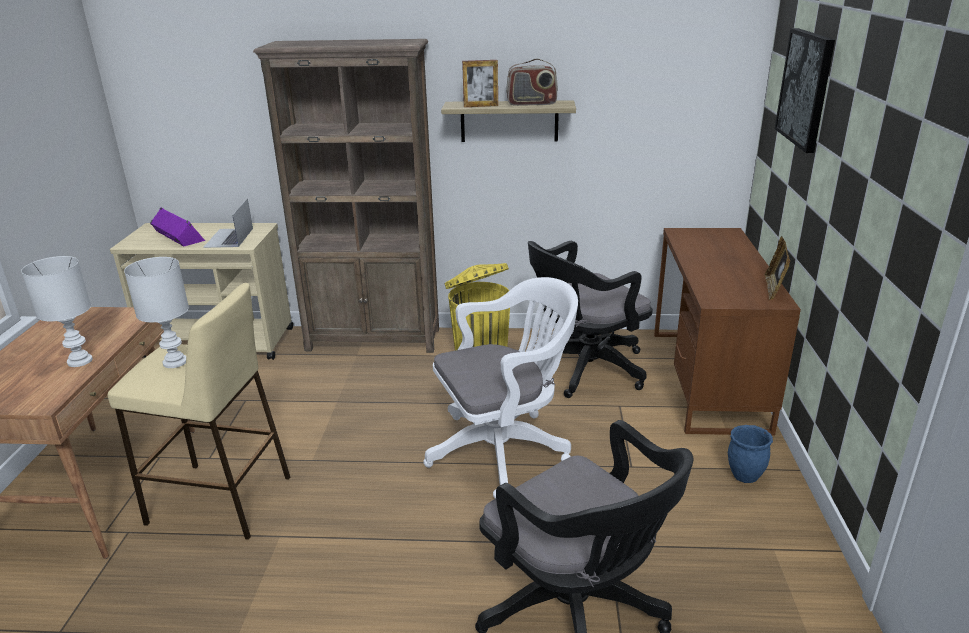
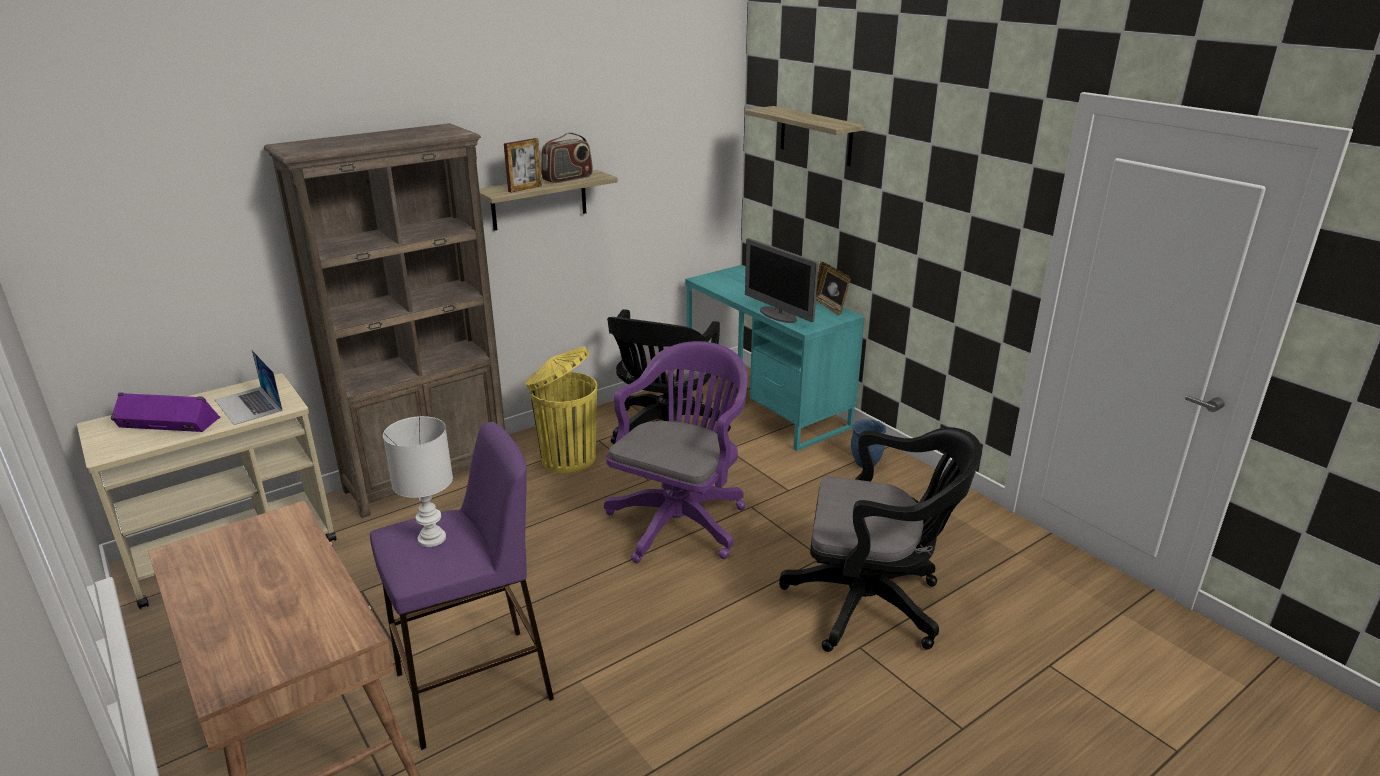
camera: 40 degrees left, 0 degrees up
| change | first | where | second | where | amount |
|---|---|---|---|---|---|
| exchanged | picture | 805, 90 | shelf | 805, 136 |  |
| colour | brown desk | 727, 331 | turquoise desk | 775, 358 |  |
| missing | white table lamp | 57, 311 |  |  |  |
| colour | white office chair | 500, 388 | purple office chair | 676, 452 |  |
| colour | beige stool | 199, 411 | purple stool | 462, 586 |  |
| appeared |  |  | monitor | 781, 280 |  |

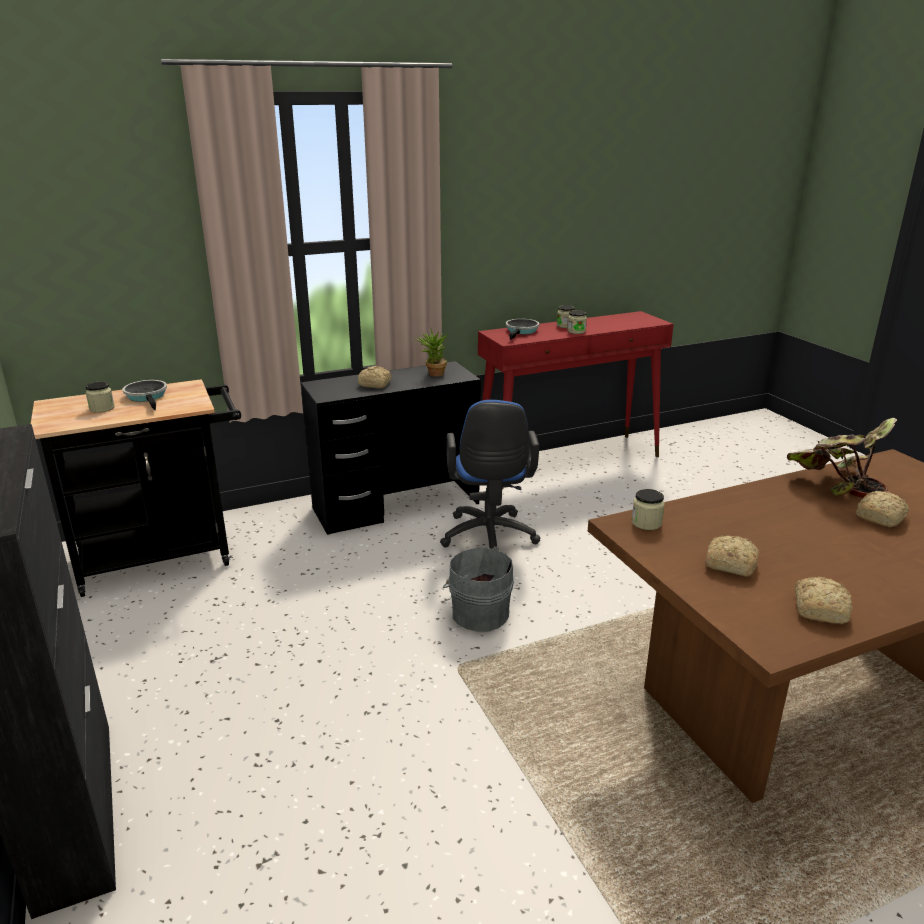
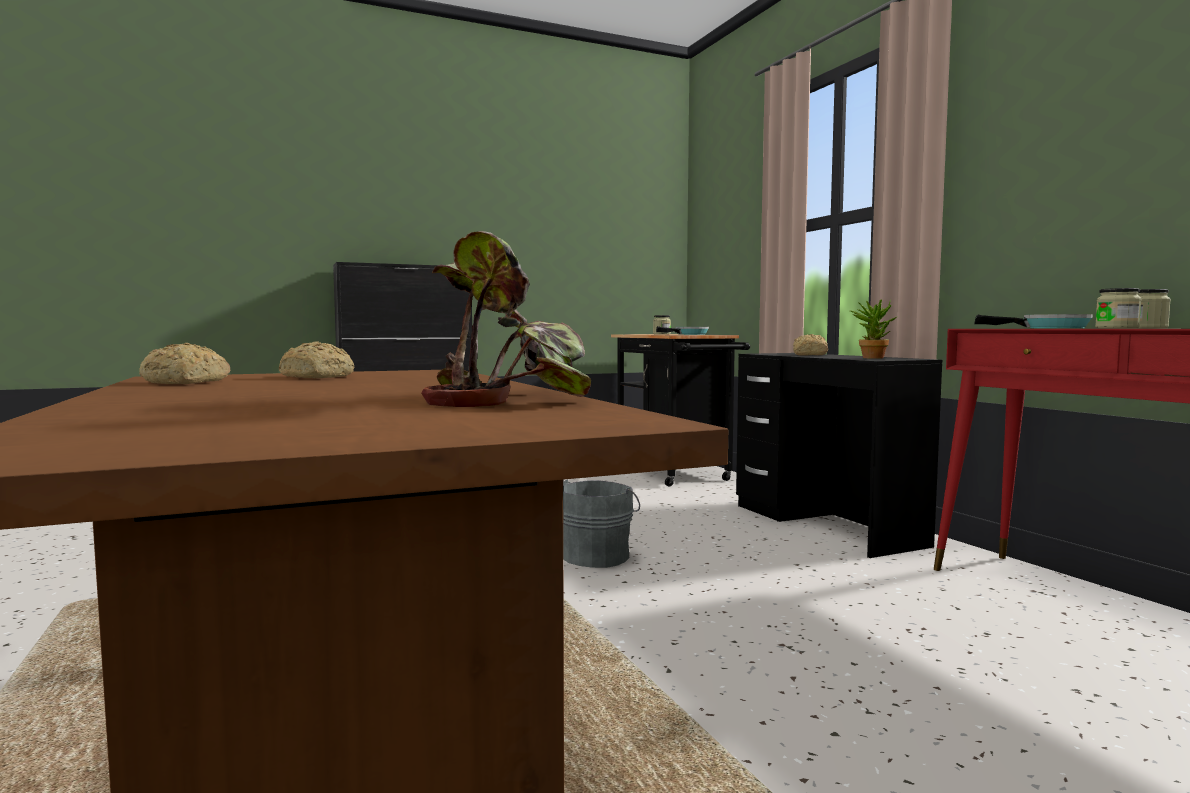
camera: 90 degrees right, 20 degrees down
| change | first | where | second | where | amount |
|---|---|---|---|---|---|
| missing | blue office chair | 490, 474 |  |  |  |
| missing | jar | 648, 509 |  |  |  |
| missing | bread | 882, 509 |  |  |  |

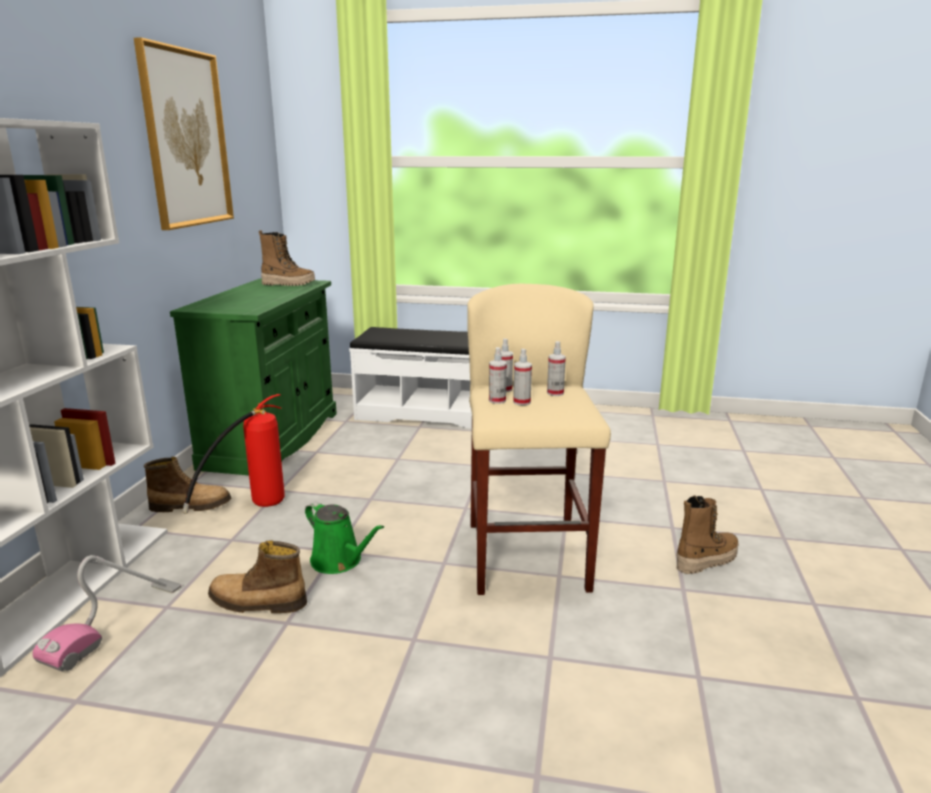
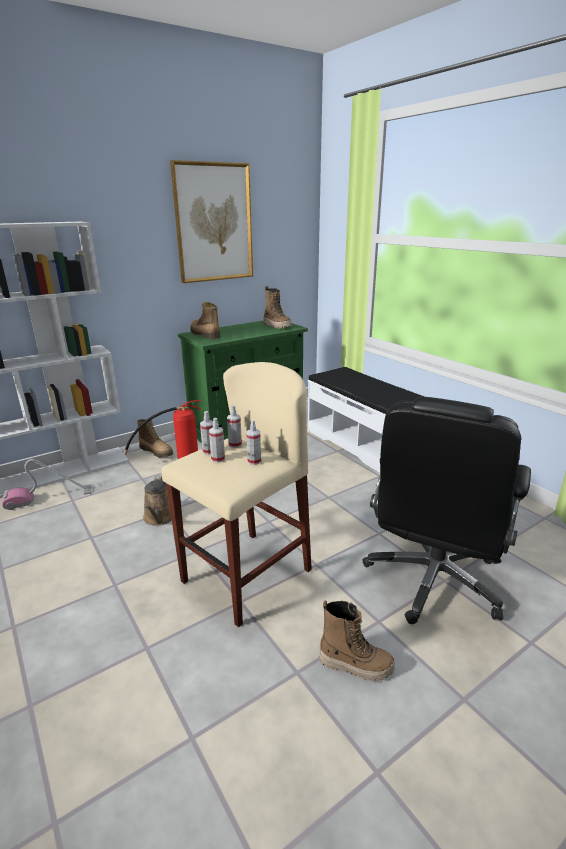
camera: 45 degrees right, 5 degrees up
| change | first | where | second | where | amount |
|---|---|---|---|---|---|
| colour | green watering can | 344, 538 | brown watering can | 157, 500 |  |
| relocated | boot | 257, 576 |  | 205, 320 |  |
| appeared |  |  | black office chair | 447, 510 |  |

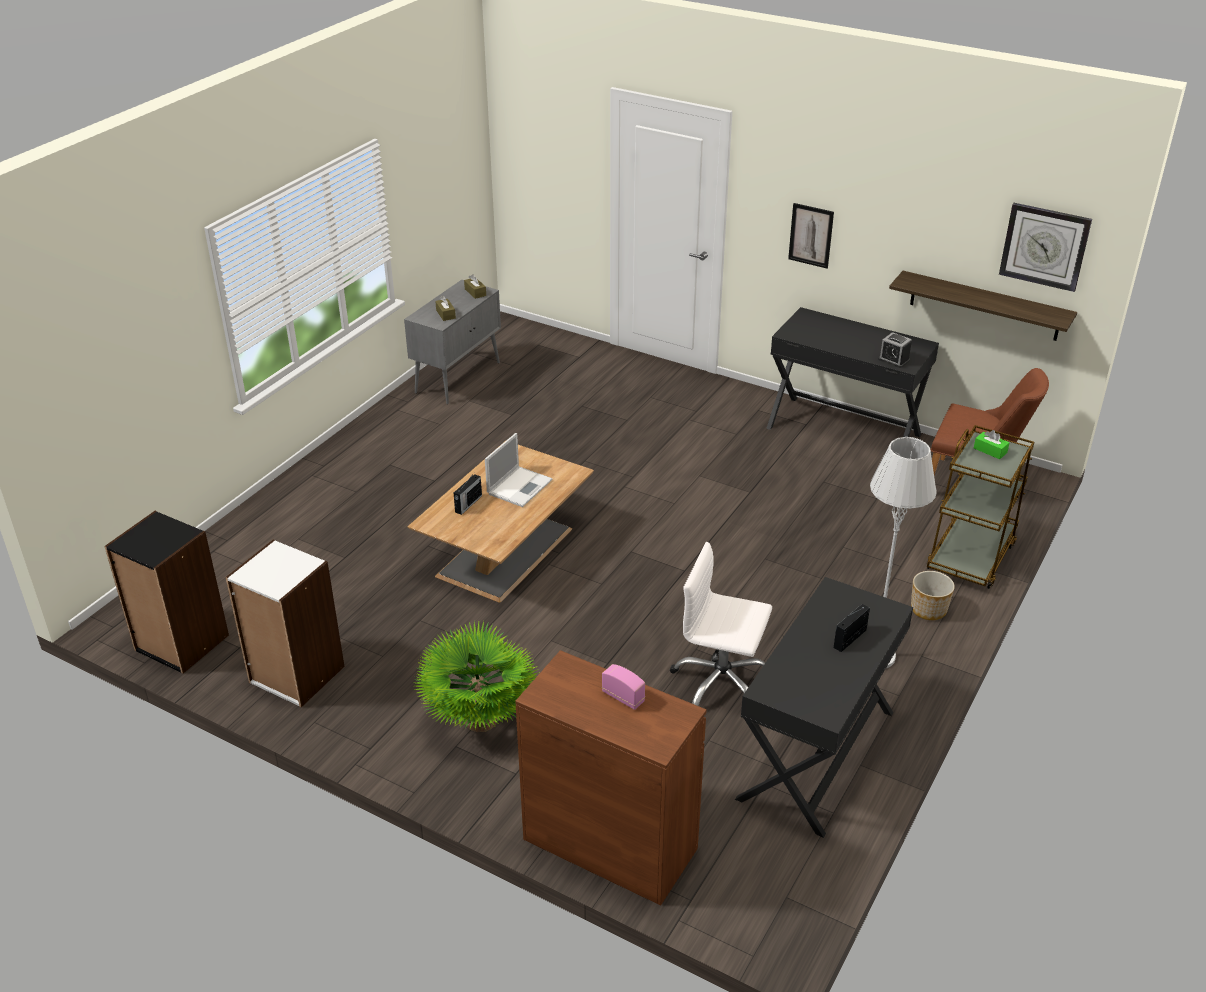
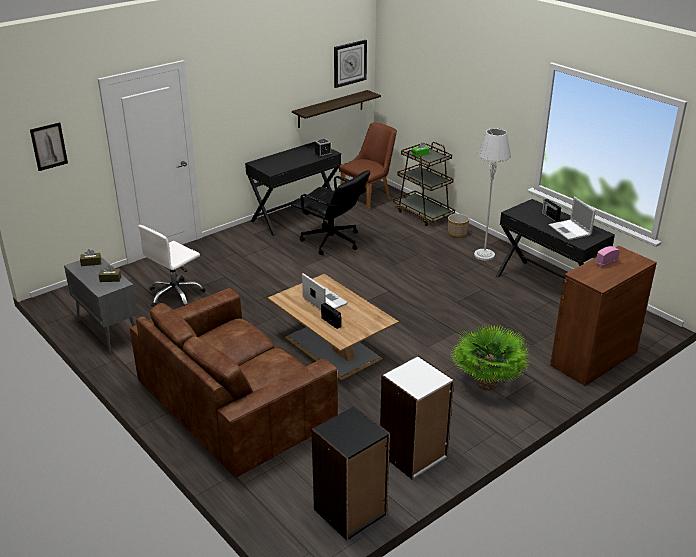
camera: 70 degrees left, 5 degrees down
| change | first | where | second | where | amount |
|---|---|---|---|---|---|
| relocated | picture | 811, 235 |  | 49, 146 |  |
| relocated | white office chair | 721, 624 |  | 172, 266 |  |
| appeared |  |  | black office chair | 330, 212 |  |
| appeared |  |  | laptop | 572, 218 |  |
| appeared |  |  | brown sofa | 234, 383 |  |

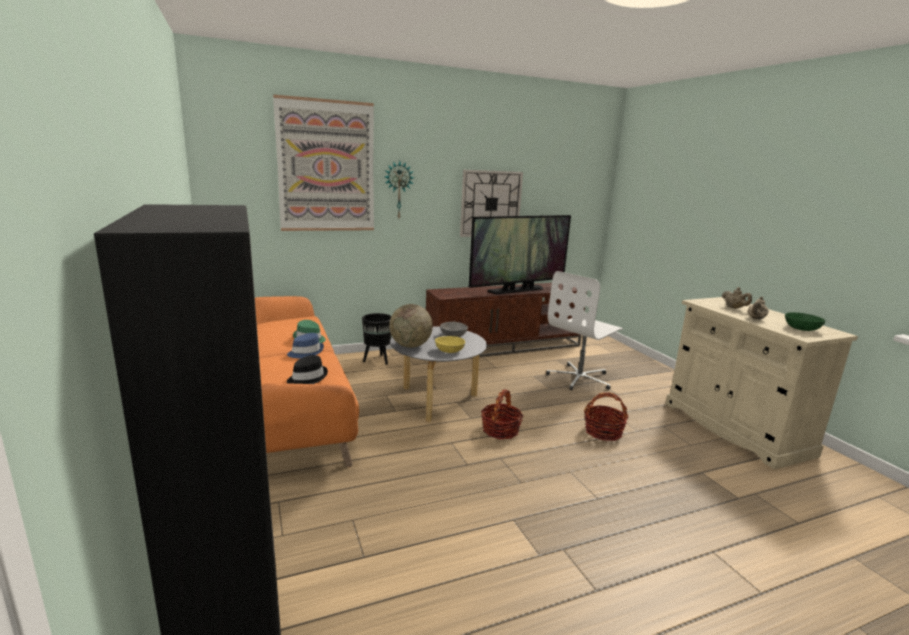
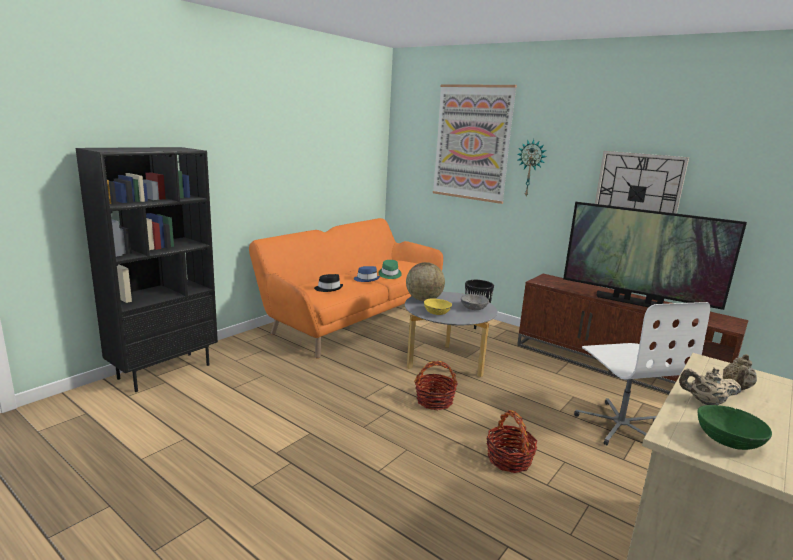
camera: 60 degrees right, 0 degrees up
| change | first | where | second | where | amount |
|---|---|---|---|---|---|
| spun | white office chair | 585, 330 |  | 642, 373 | 120 degrees counterclockwise |

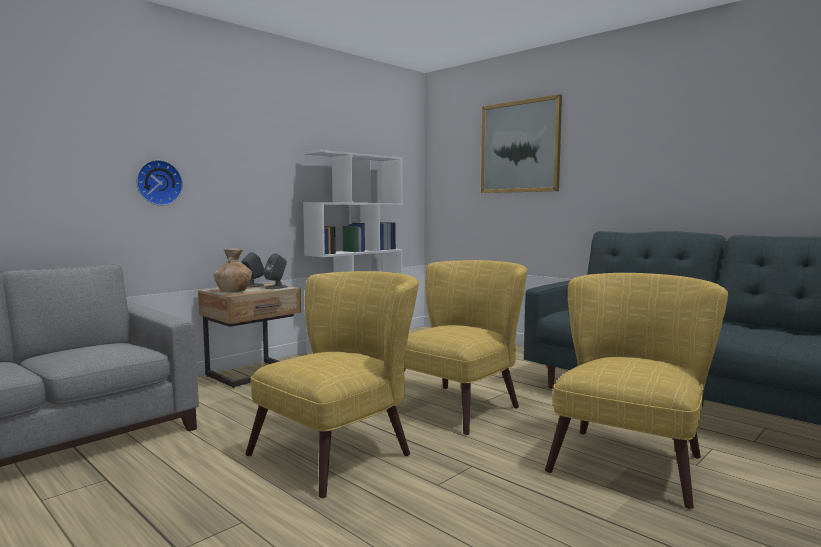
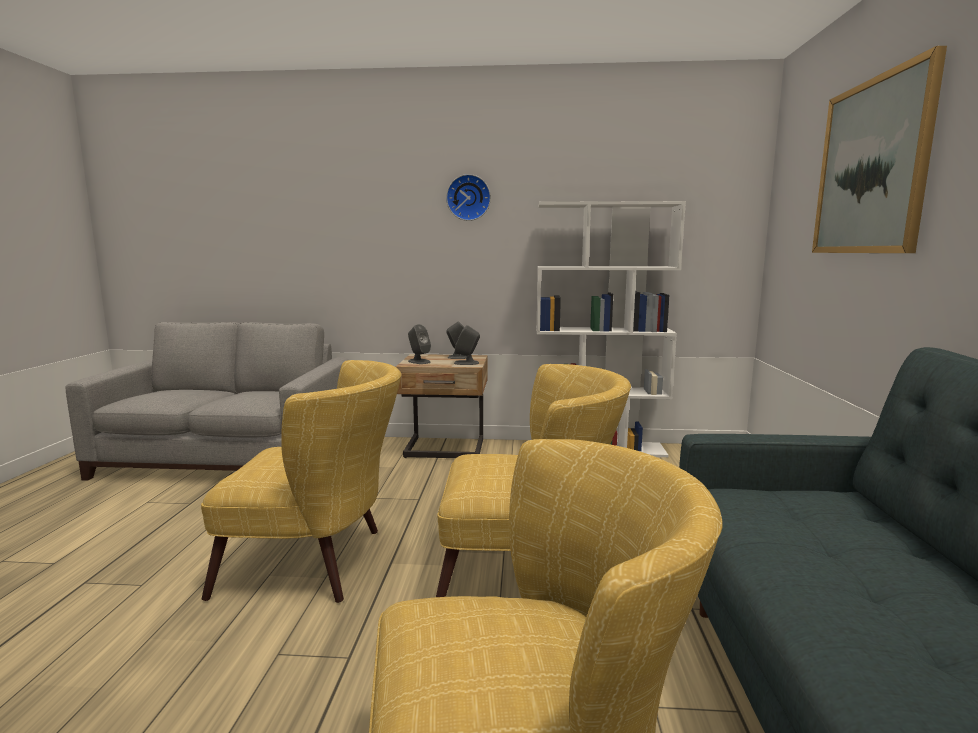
camera: 50 degrees right, 5 degrees up
| change | first | where | second | where | amount |
|---|---|---|---|---|---|
| relocated | wall clock | 159, 183 |  | 468, 197 |  |
| exchanged | brown vase | 232, 270 | grey speaker | 419, 344 |  |

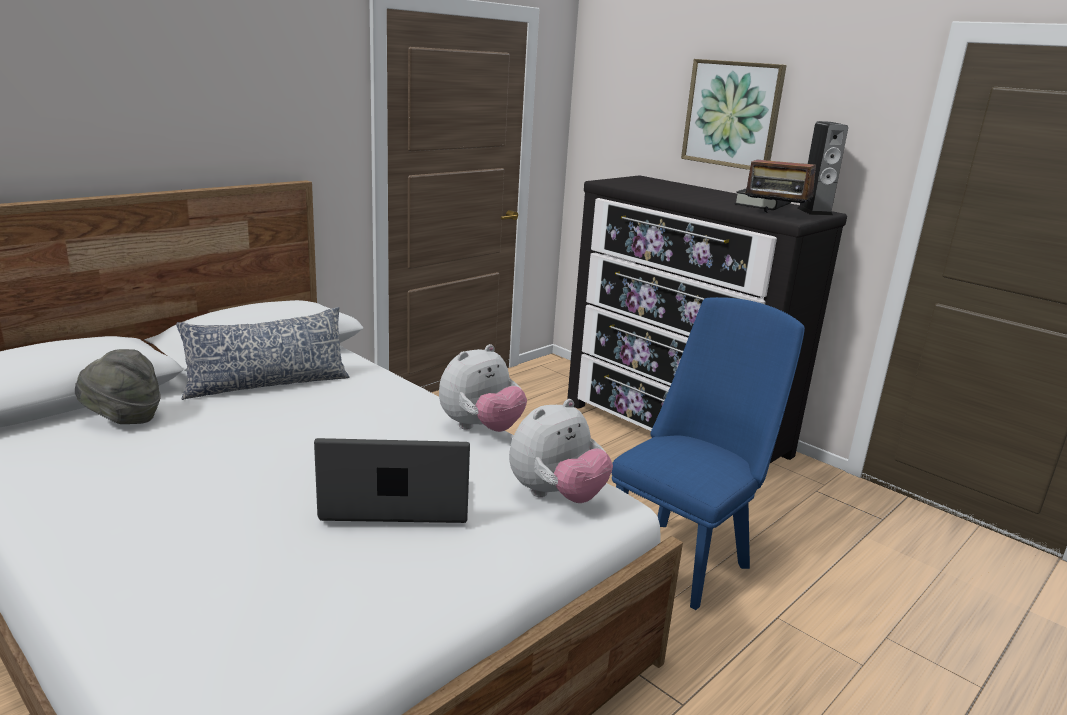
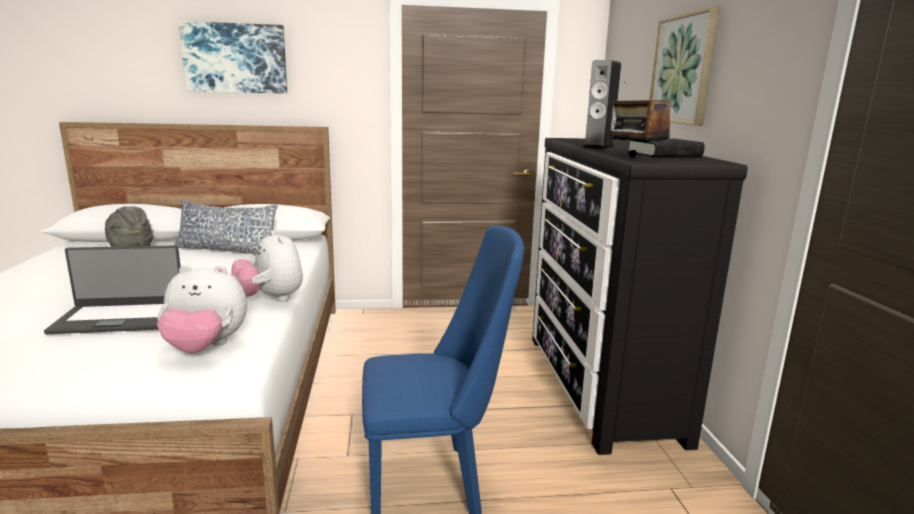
camera: 40 degrees right, 5 degrees down
| change | first | where | second | where | amount |
|---|---|---|---|---|---|
| relocated | speaker | 822, 168 |  | 602, 105 |  |
| spun | plush toy | 483, 388 |  | 267, 266 | 60 degrees clockwise |
| spun | laptop | 392, 480 |  | 112, 289 | 135 degrees clockwise |
| appeared |  |  | picture | 233, 57 |  |

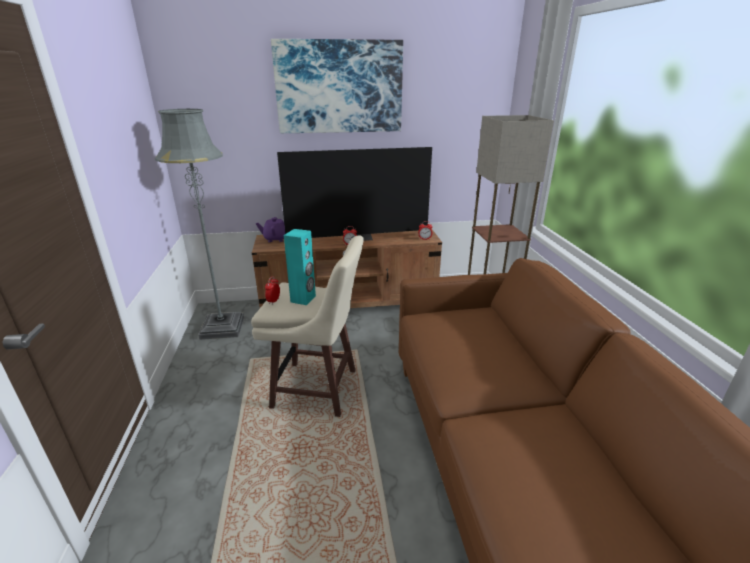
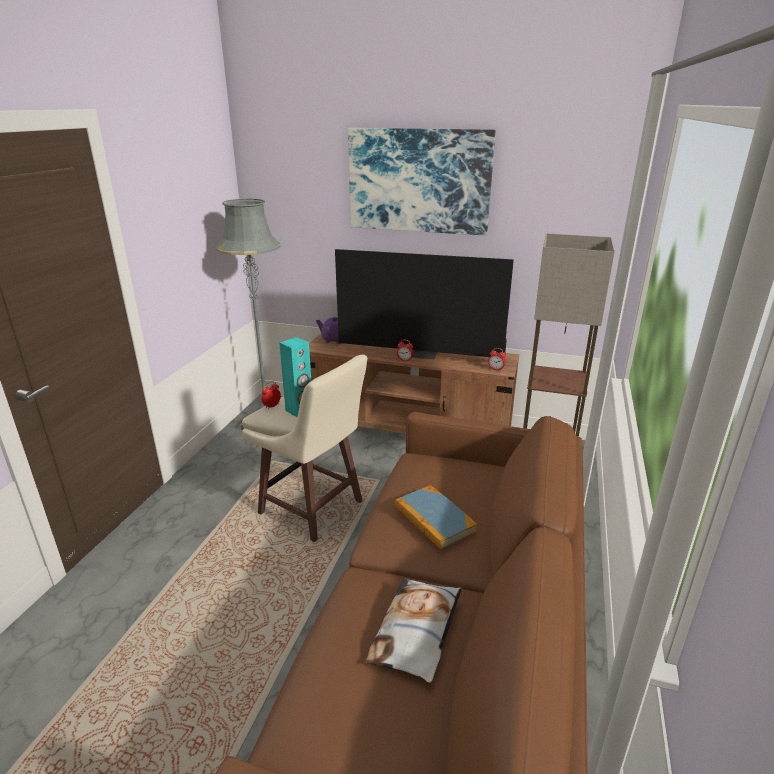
camera: 25 degrees right, 0 degrees up
| change | first | where | second | where | amount |
|---|---|---|---|---|---|
| appeared |  |  | book | 436, 517 |  |
| appeared |  |  | pillow | 413, 630 |  |

